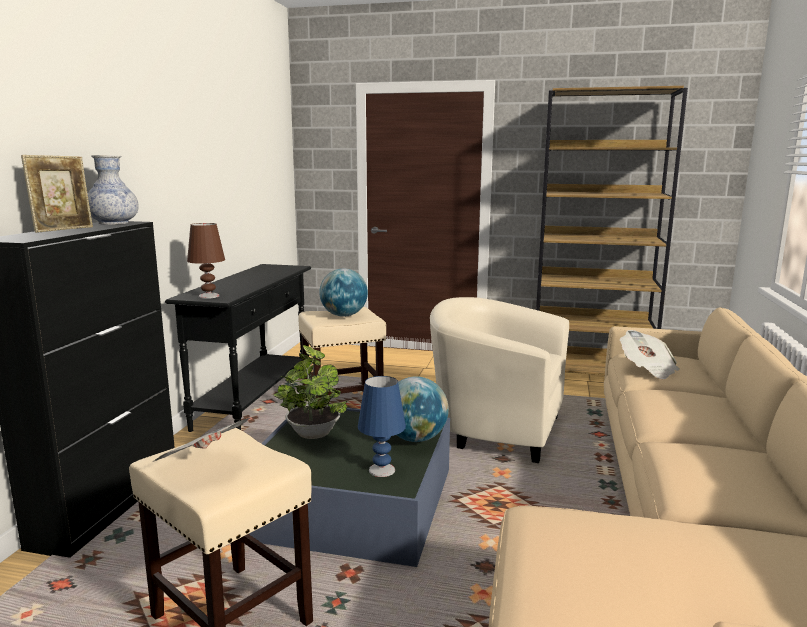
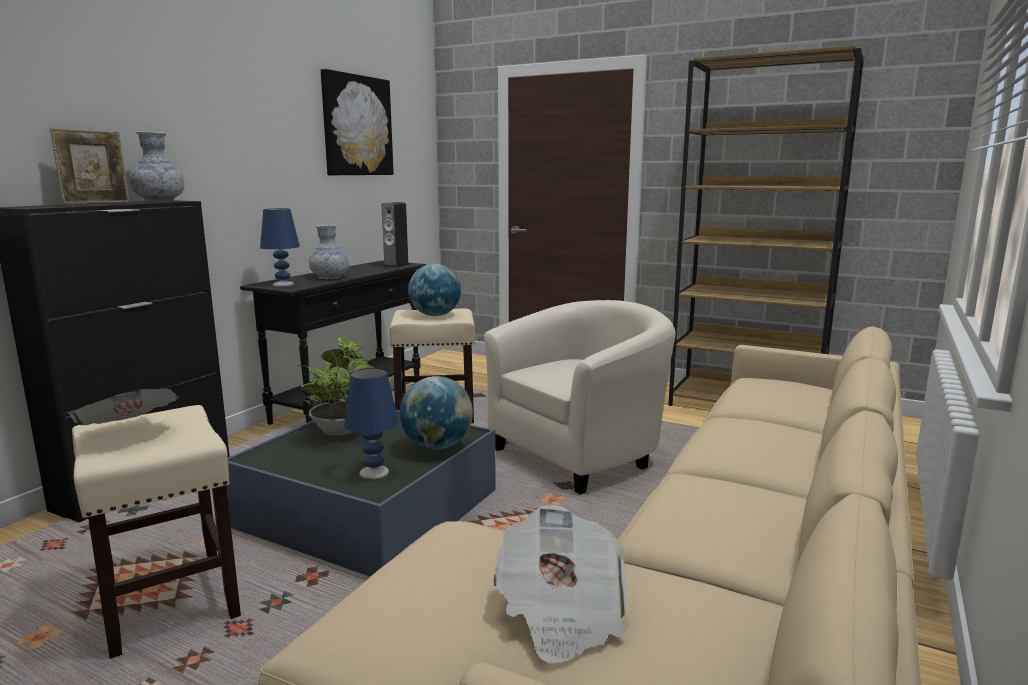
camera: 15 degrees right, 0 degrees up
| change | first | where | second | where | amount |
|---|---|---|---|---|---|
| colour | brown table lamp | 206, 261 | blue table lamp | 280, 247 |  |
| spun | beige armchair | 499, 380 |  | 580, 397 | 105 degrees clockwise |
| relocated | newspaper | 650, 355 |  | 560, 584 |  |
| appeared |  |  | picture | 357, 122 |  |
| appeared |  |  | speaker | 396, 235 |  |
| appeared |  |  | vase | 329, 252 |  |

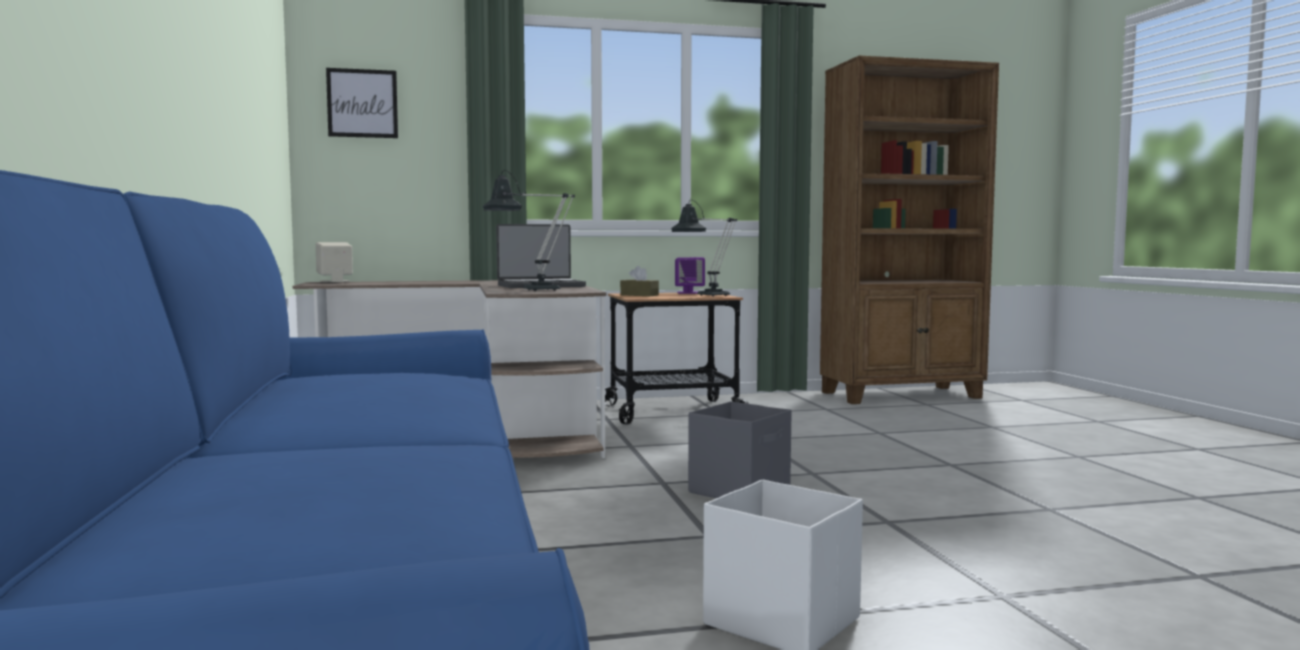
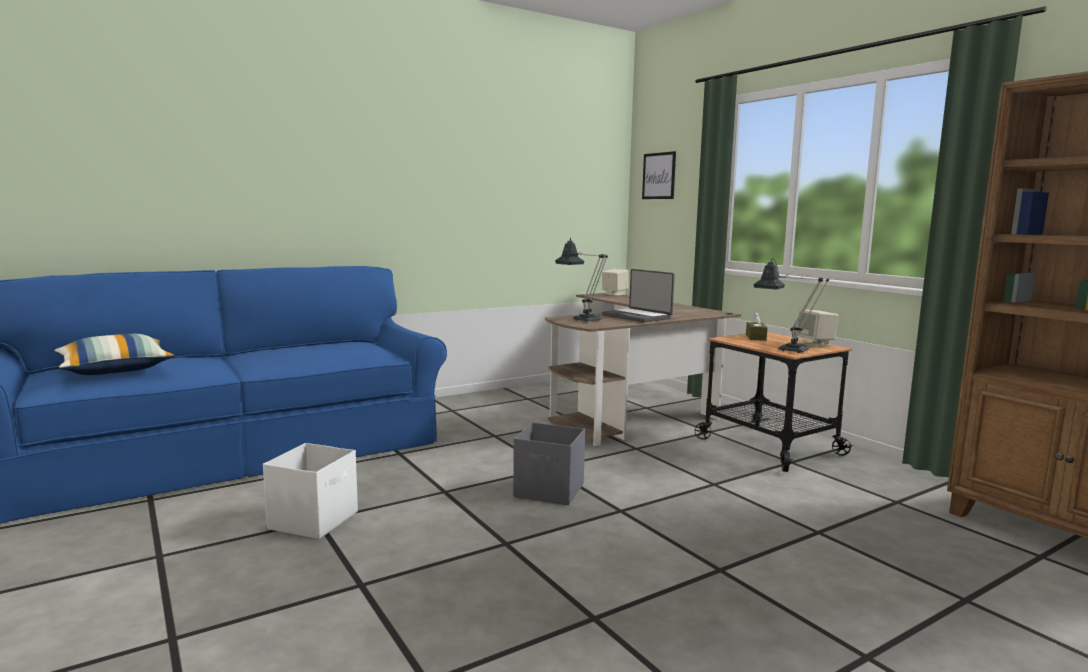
camera: 70 degrees right, 5 degrees up
| change | first | where | second | where | amount |
|---|---|---|---|---|---|
| colour | purple speaker | 690, 275 | beige speaker | 817, 328 |  |
| appeared |  |  | pillow | 114, 354 |  |

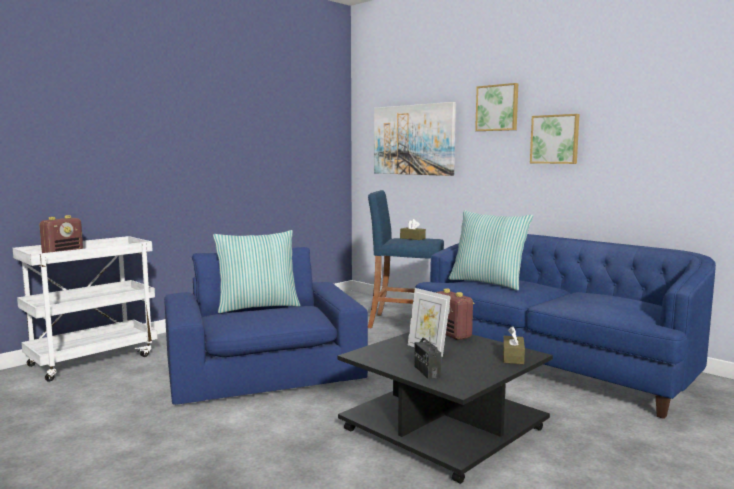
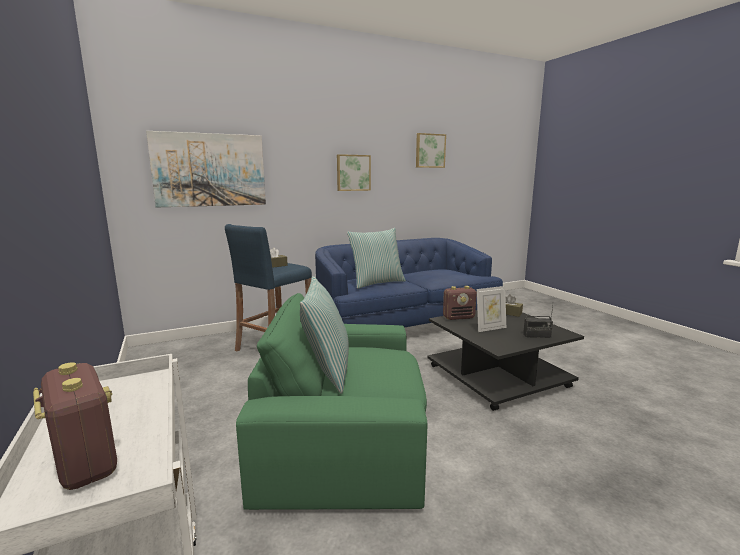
camera: 70 degrees left, 5 degrees up
| change | first | where | second | where | amount |
|---|---|---|---|---|---|
| relocated | picture | 496, 107 |  | 431, 150 |  |
| colour | blue armchair | 266, 326 | green armchair | 331, 401 |  |

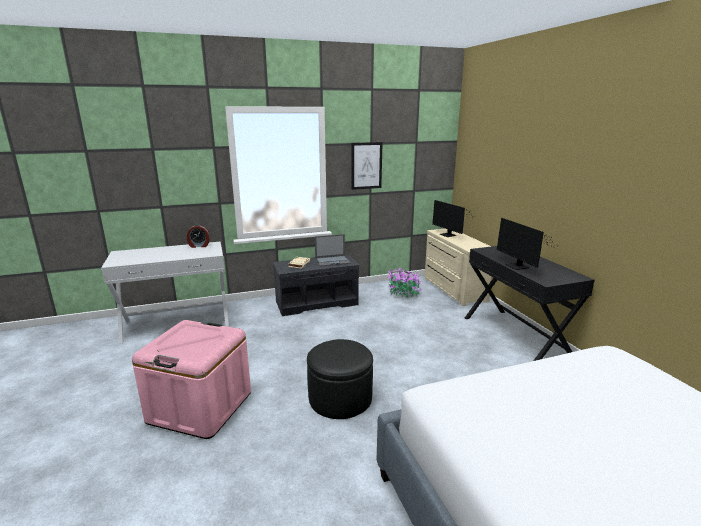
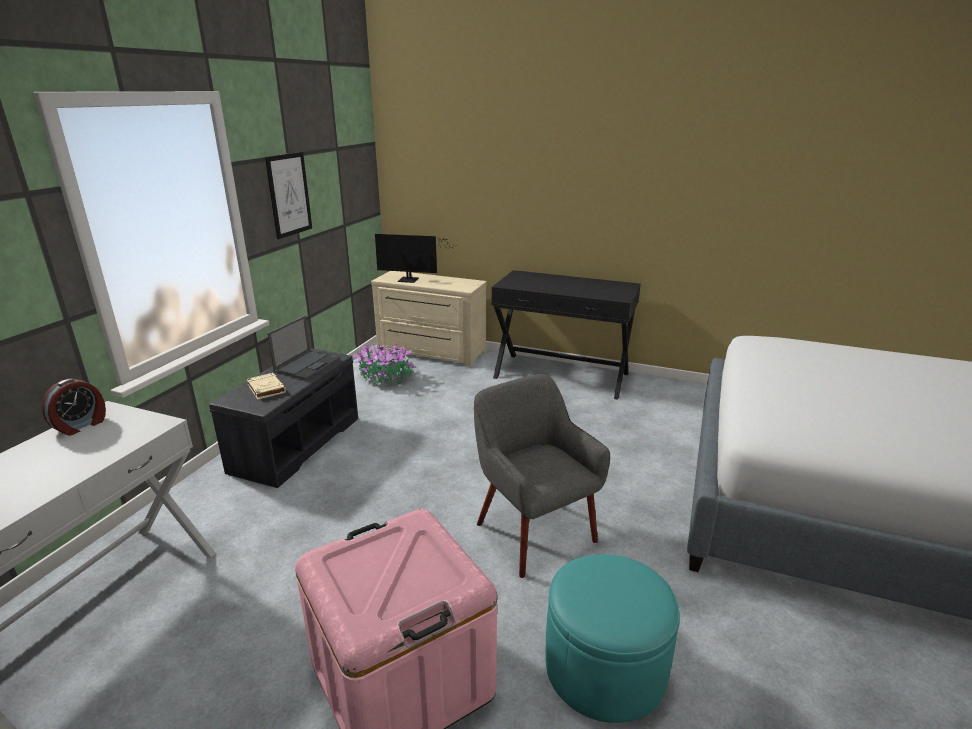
camera: 50 degrees left, 5 degrees up
| change | first | where | second | where | amount |
|---|---|---|---|---|---|
| missing | monitor | 527, 244 |  |  |  |
| exchanged | black ottoman | 340, 379 | grey armchair | 542, 476 |  |
| appeared |  |  | turquoise ottoman | 612, 638 |  |

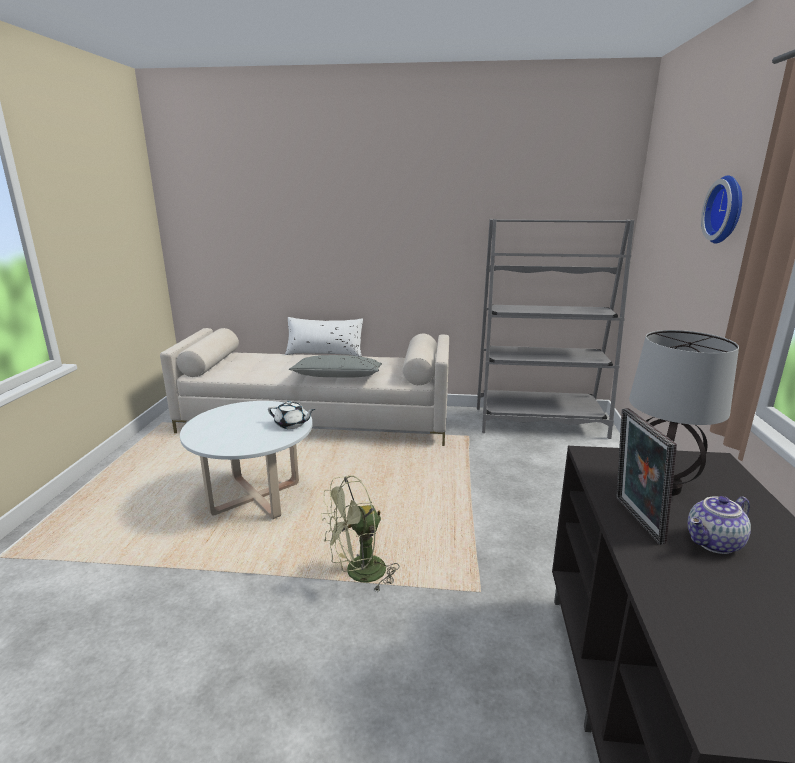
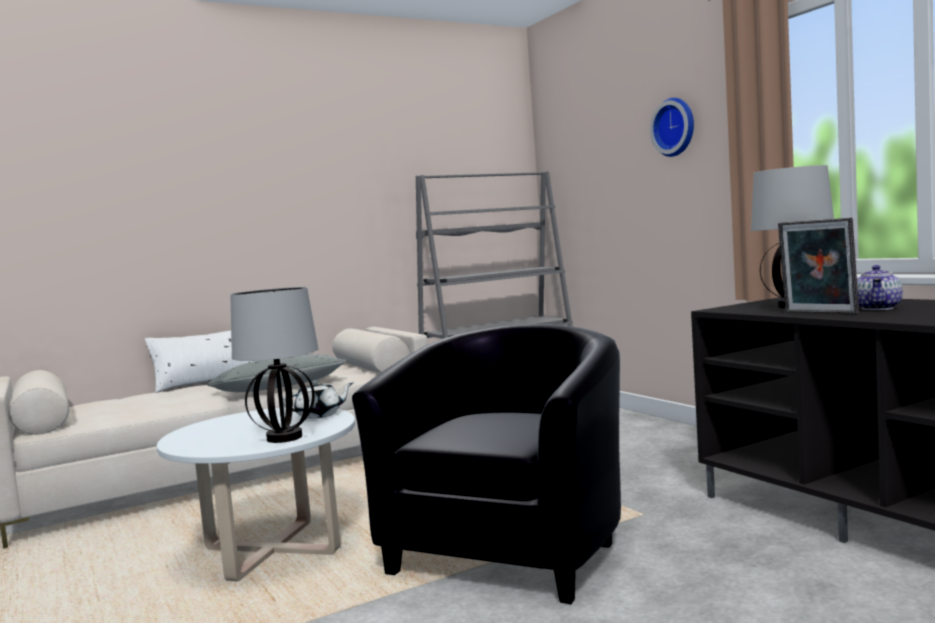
camera: 35 degrees left, 15 degrees down
| change | first | where | second | where | amount |
|---|---|---|---|---|---|
| exchanged | green fan | 360, 533 | black armchair | 486, 464 |  |
| appeared |  |  | table lamp | 274, 365 |  |

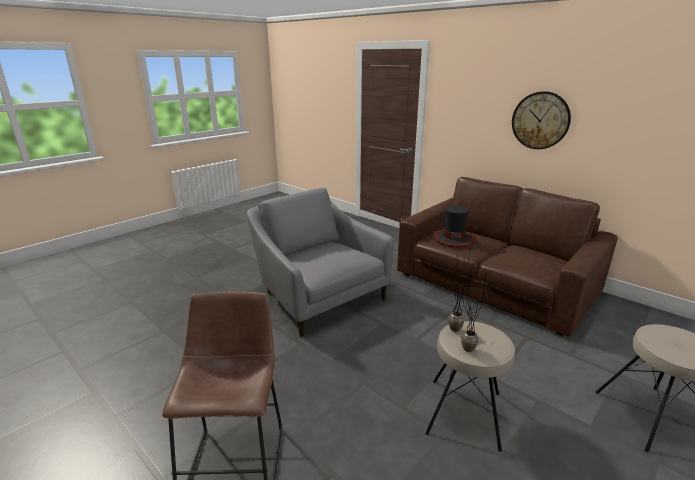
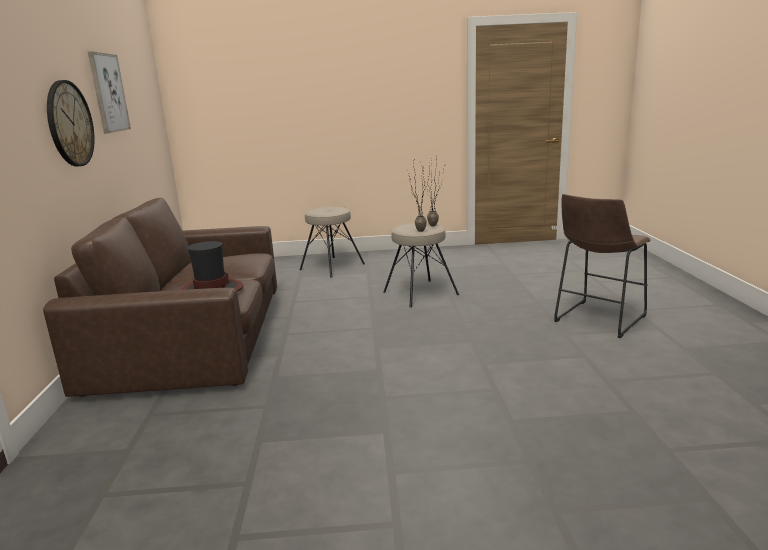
camera: 135 degrees left, 5 degrees down
| change | first | where | second | where | amount |
|---|---|---|---|---|---|
| missing | grey armchair | 320, 262 |  |  |  |
| appeared |  |  | picture | 109, 92 |  |

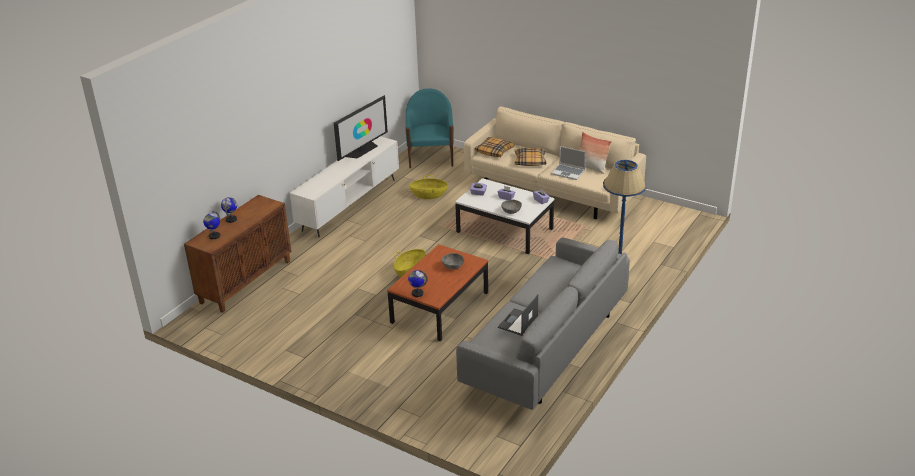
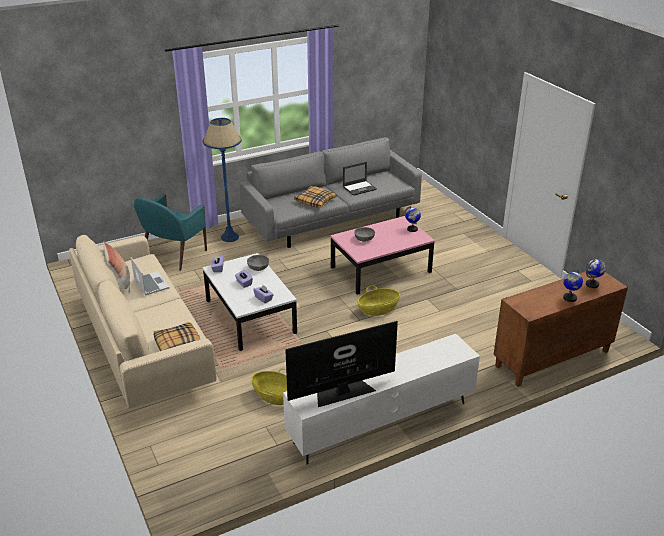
camera: 150 degrees left, 0 degrees up
| change | first | where | second | where | amount |
|---|---|---|---|---|---|
| relocated | turquoise armchair | 430, 128 |  | 170, 232 |  |
| relocated | pillow | 530, 157 |  | 315, 197 |  |
| colour | brown coffee table | 437, 292 | pink coffee table | 382, 255 |  |

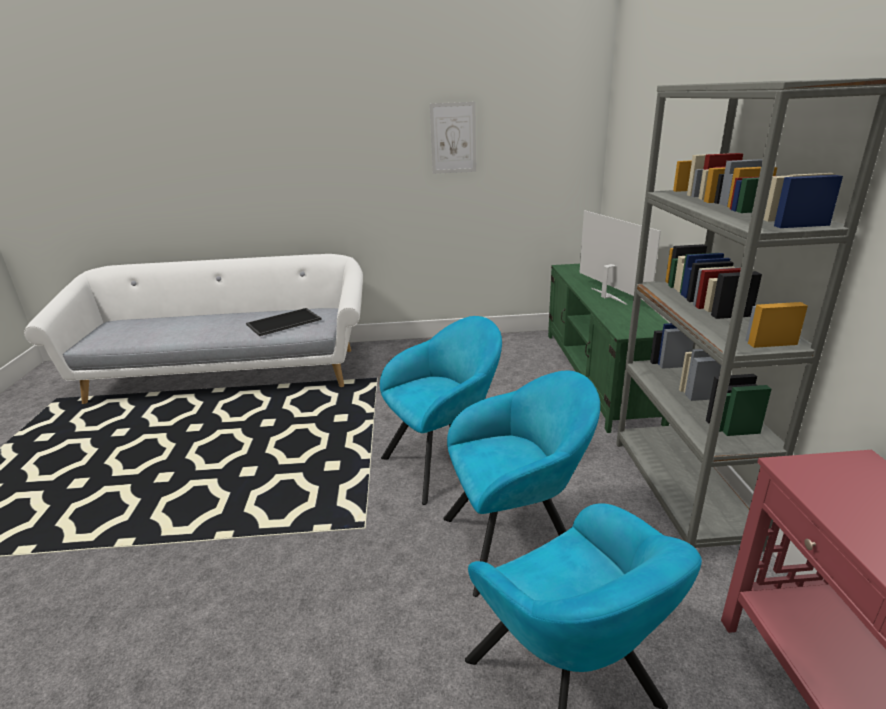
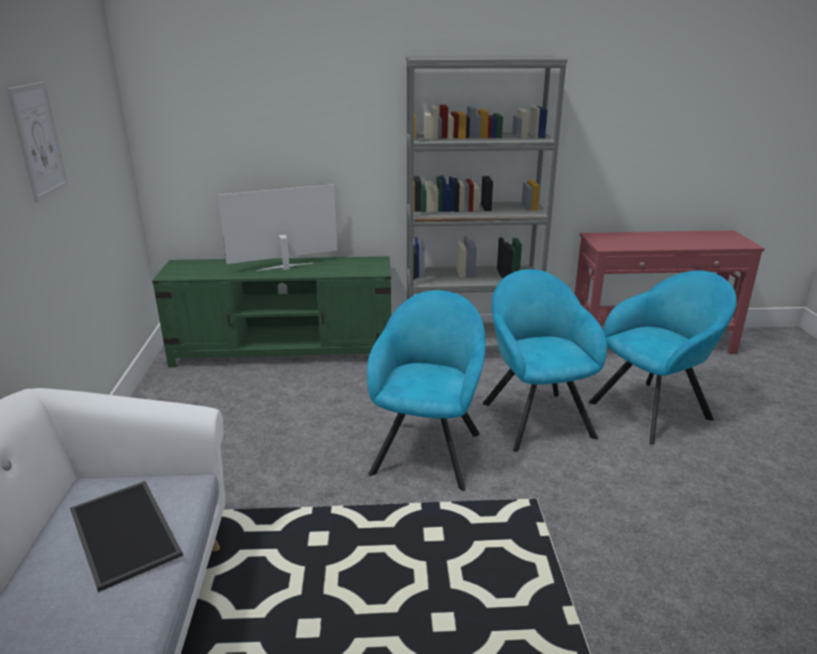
camera: 90 degrees left, 0 degrees up
| change | first | where | second | where | amount |
|---|---|---|---|---|---|
| spun | turquoise armchair | 441, 410 |  | 426, 390 | 45 degrees clockwise |

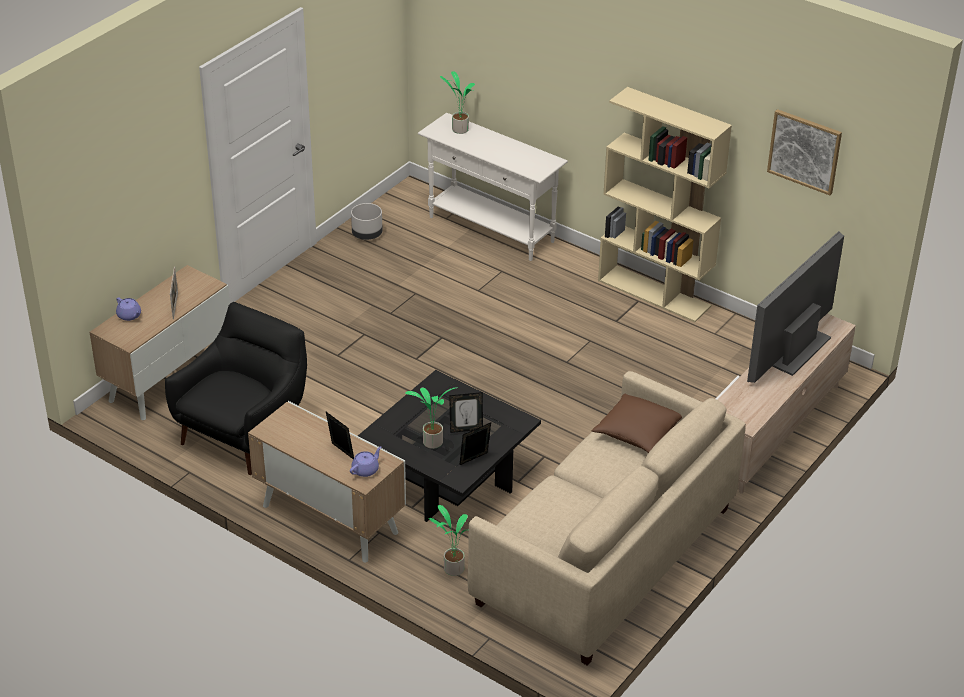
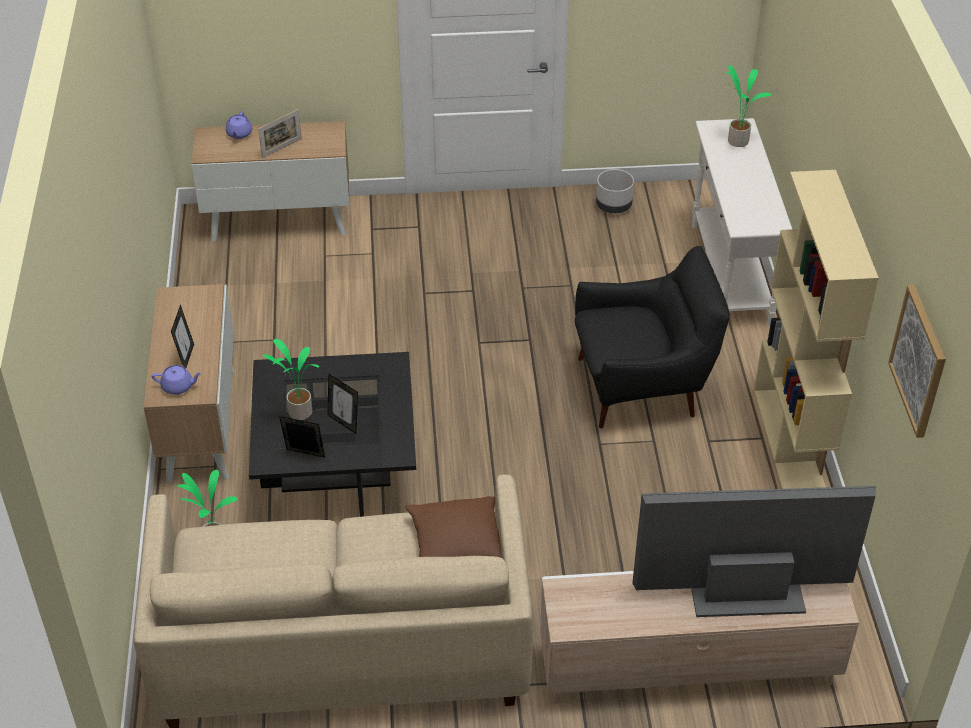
camera: 50 degrees right, 5 degrees up
| change | first | where | second | where | amount |
|---|---|---|---|---|---|
| relocated | black armchair | 236, 388 |  | 652, 337 |  |

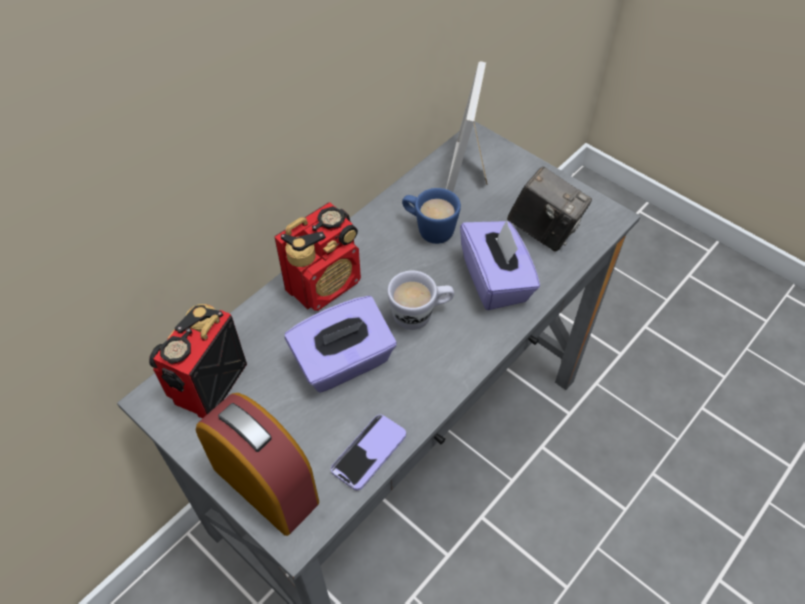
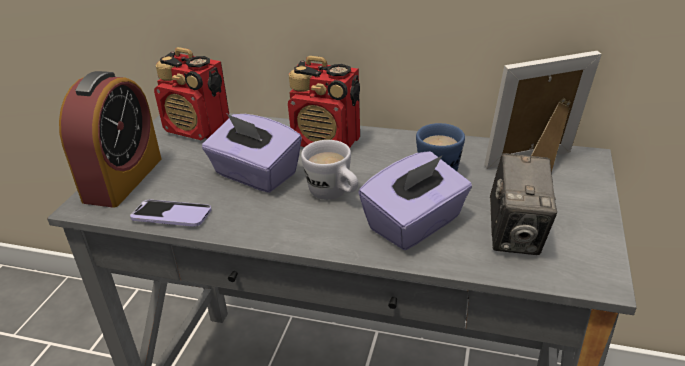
camera: 65 degrees right, 20 degrees down
| change | first | where | second | where | amount |
|---|---|---|---|---|---|
| spun | radio | 198, 361 |  | 191, 94 | 150 degrees counterclockwise |

